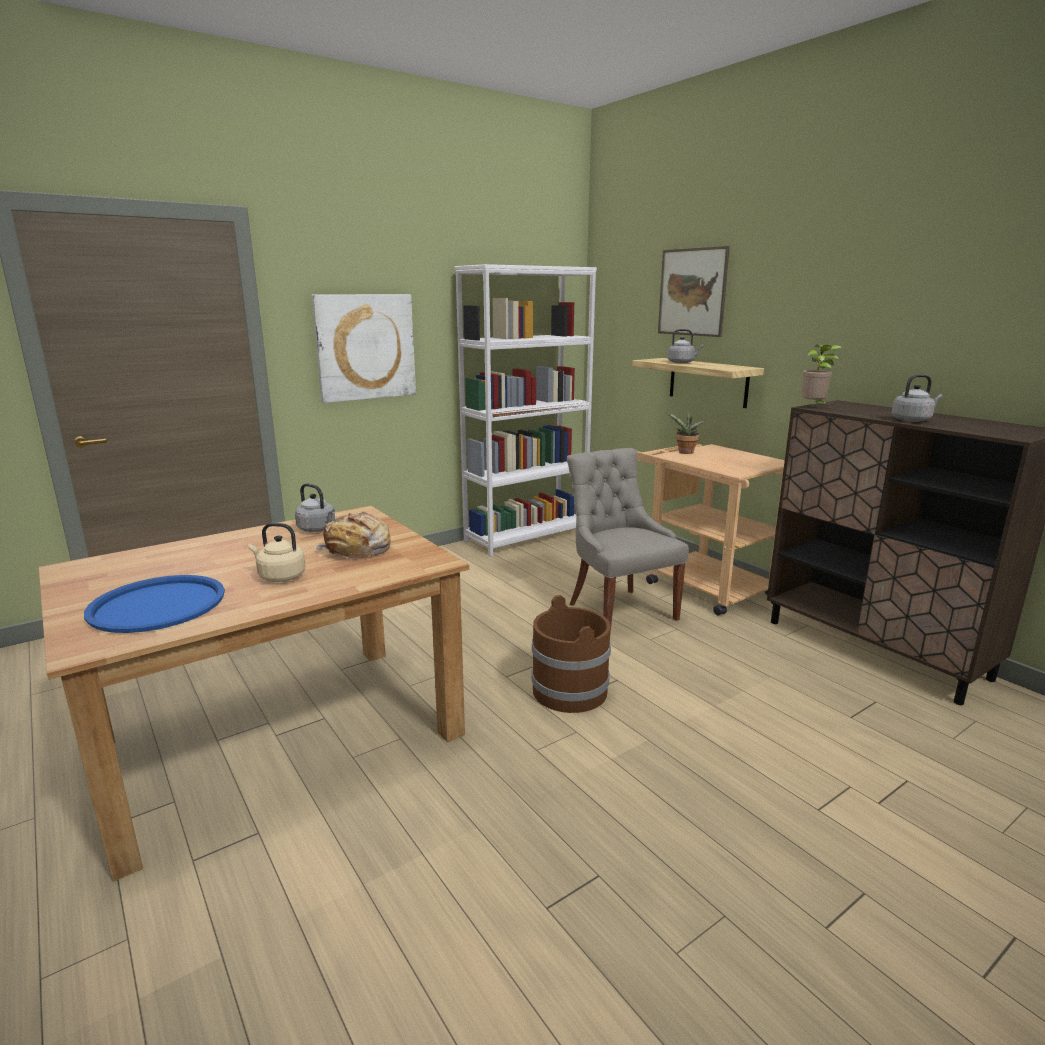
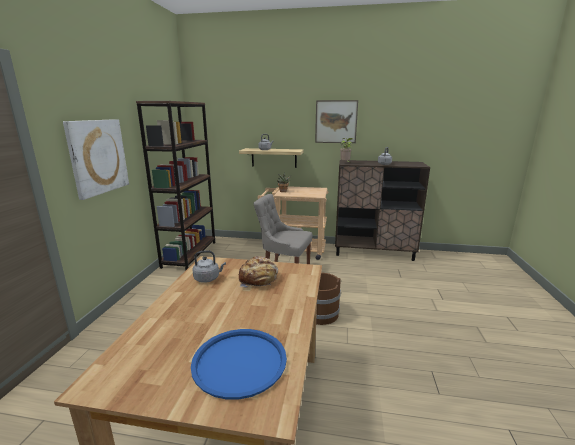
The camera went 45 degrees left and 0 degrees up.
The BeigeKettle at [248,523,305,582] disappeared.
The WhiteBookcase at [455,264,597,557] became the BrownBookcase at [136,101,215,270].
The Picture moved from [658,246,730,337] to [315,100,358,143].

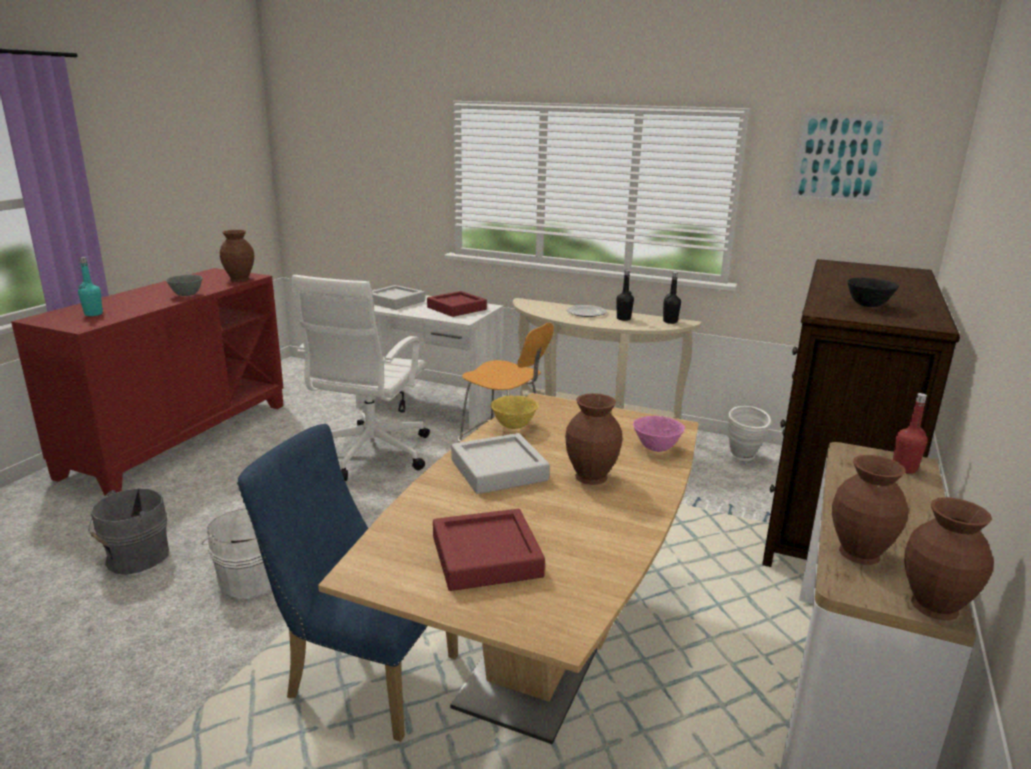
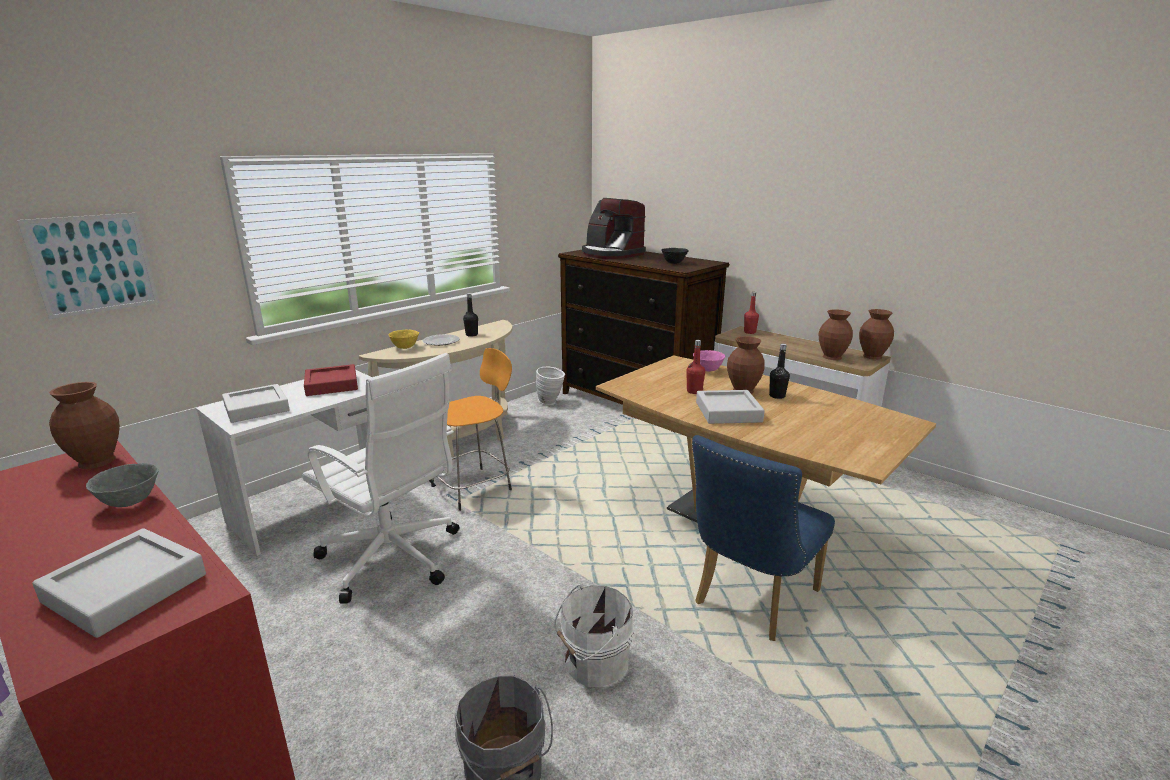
The camera went 70 degrees left and 0 degrees up.
The TurquoiseBottle at [78,257,103,316] was replaced by the GreyTray at [32,528,206,638].
The RedTray at [433,509,545,591] disappeared.
The YellowBowl moved from [491,396,538,429] to [388,330,419,349].
The BlackBottle moved from [663,272,681,324] to [769,344,790,399].
The Picture moved from [789,113,894,205] to [17,213,159,319].
The CoffeeMachine at [582,198,646,259] appeared.
The RedBottle at [686,340,705,394] appeared.

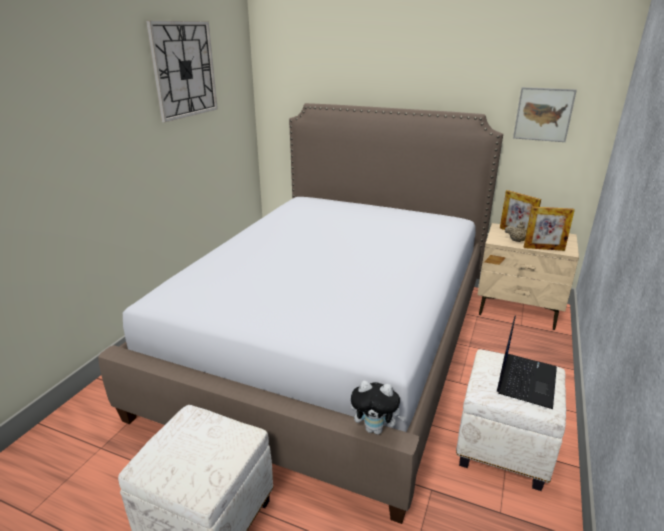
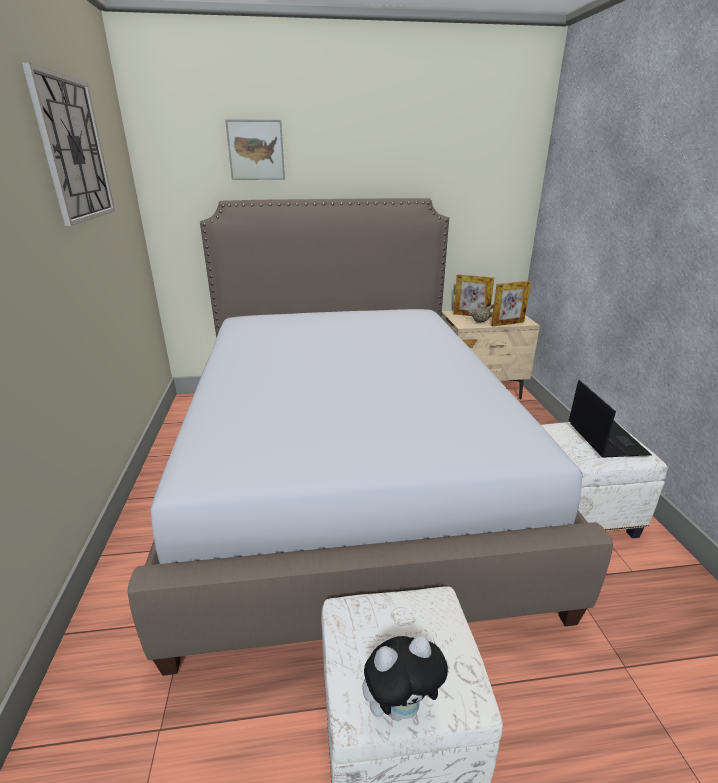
The camera went 30 degrees left and 0 degrees up.
The PlushToy moved from [351,380,406,435] to [362,635,449,721].
The Picture moved from [513,87,577,142] to [225,119,285,180].

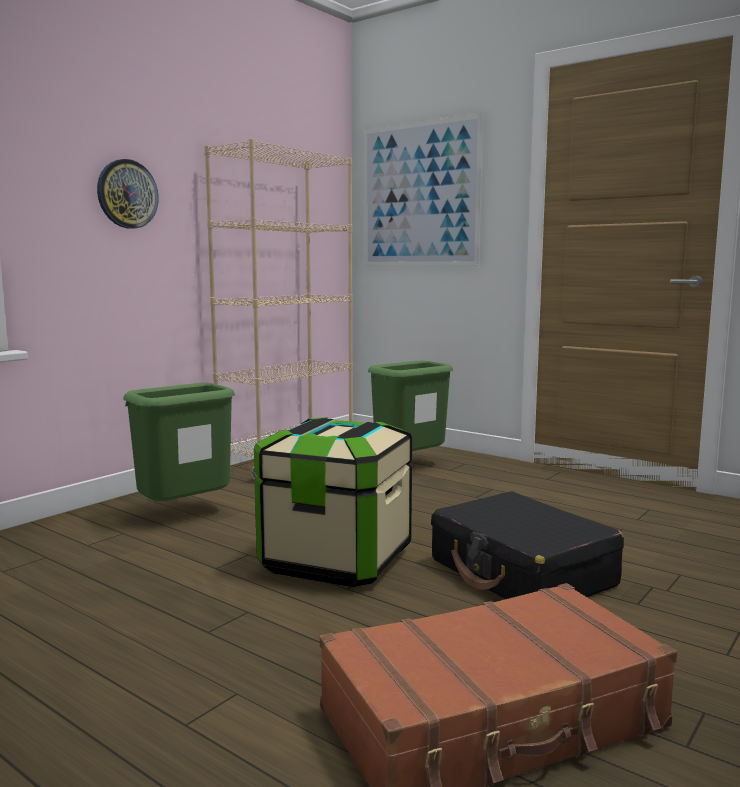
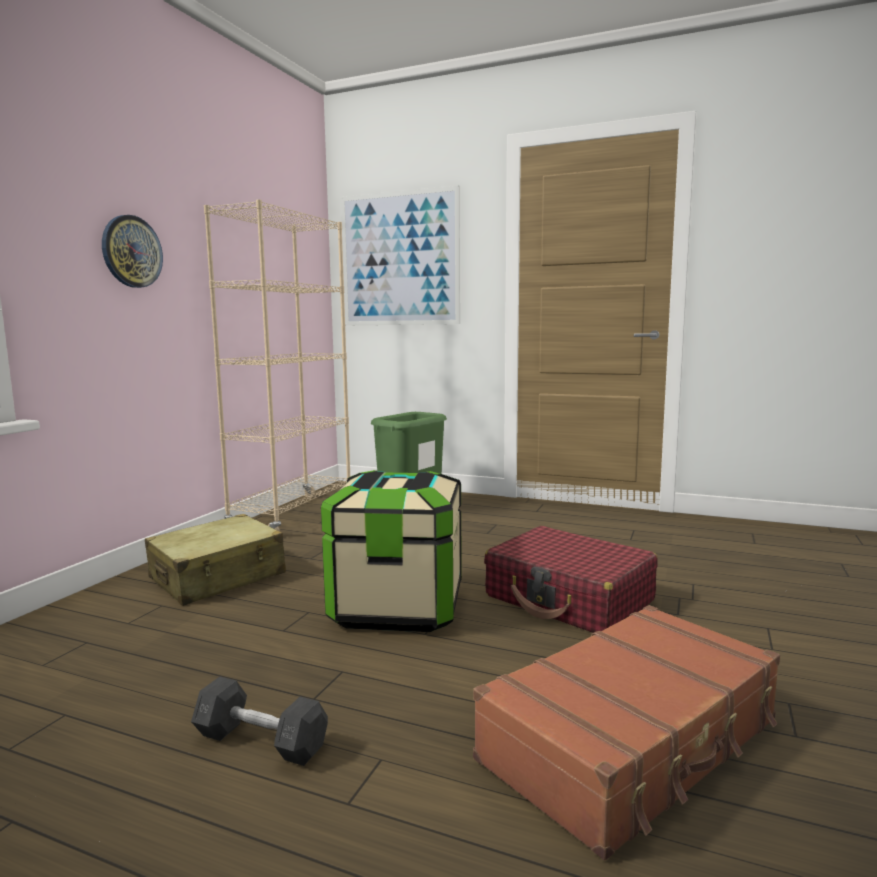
The camera went 15 degrees left and 0 degrees up.
The GreenTrashCan at [123,383,235,501] was replaced by the BeigeSuitcase at [145,514,286,606].
The BlackSuitcase at [431,491,624,599] became the RedSuitcase at [484,526,658,633].
The GreyDumbbell at [191,677,328,766] appeared.

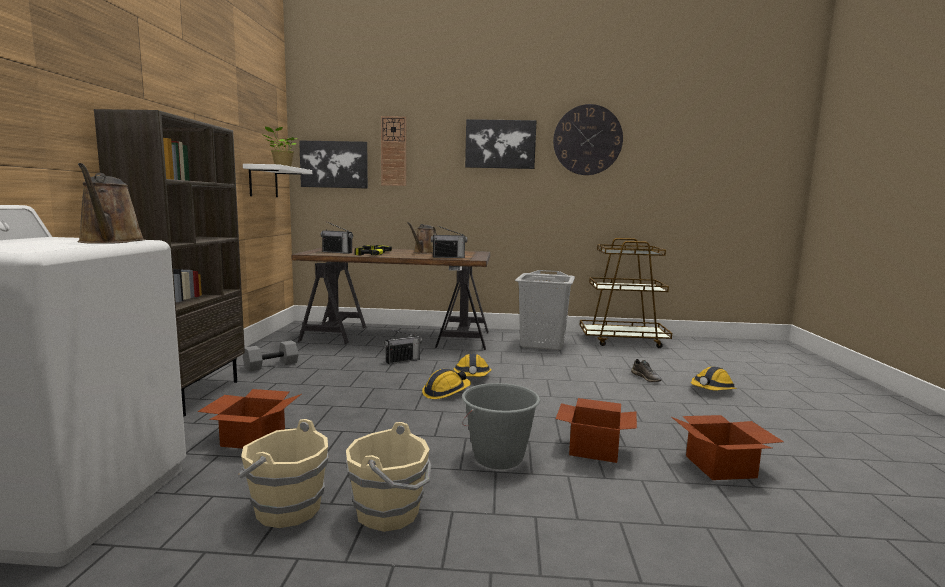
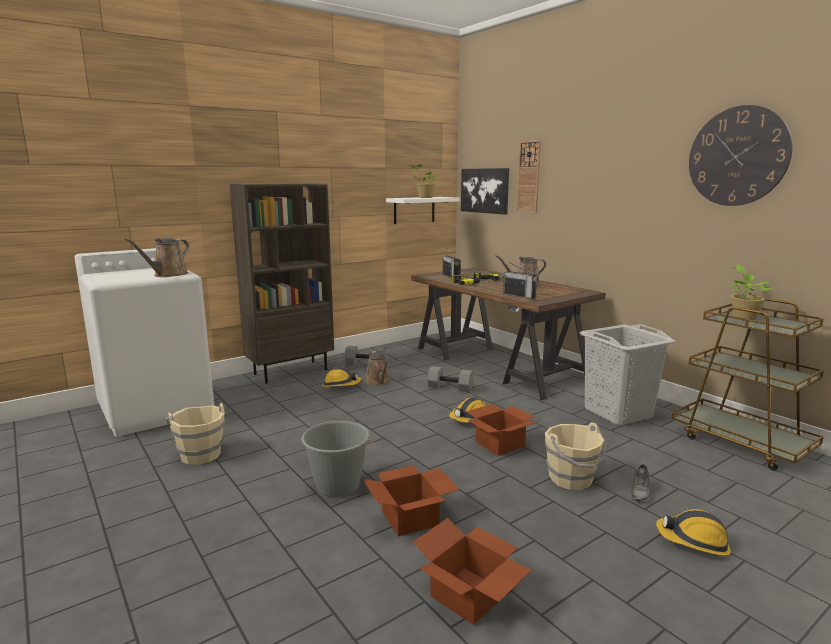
The camera went 50 degrees right and 5 degrees up.
The CardboardBox moved from [197,389,301,449] to [466,404,537,456].
The BeigeBucket moved from [346,422,431,532] to [545,422,607,490].
The Radio at [384,329,422,364] was replaced by the GreyDumbbell at [427,366,473,392].
The HardHat moved from [422,369,471,399] to [322,367,362,387].
The Picture at [465,119,536,169] disappeared.
The BrownWateringCan at [365,351,390,385] appeared.
The PottedPlant at [730,265,771,320] appeared.

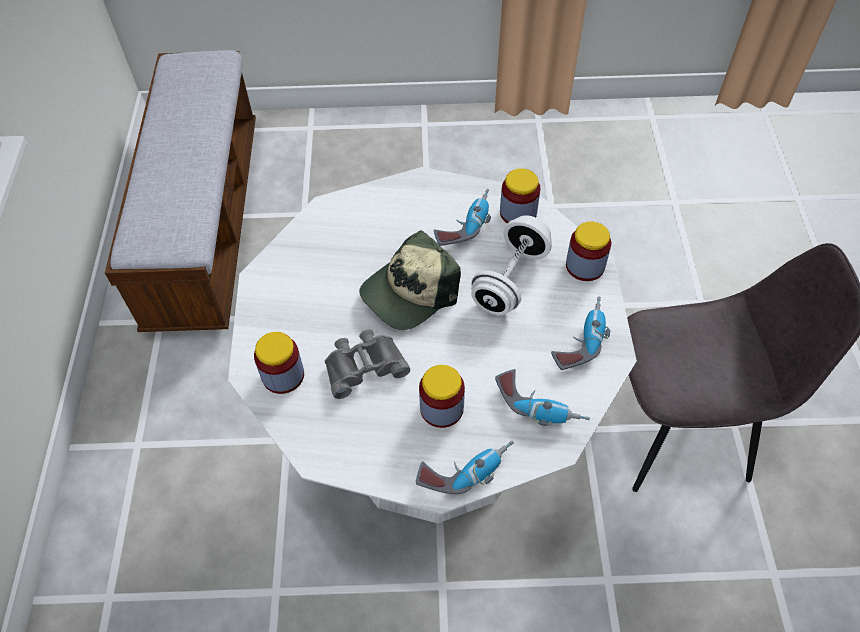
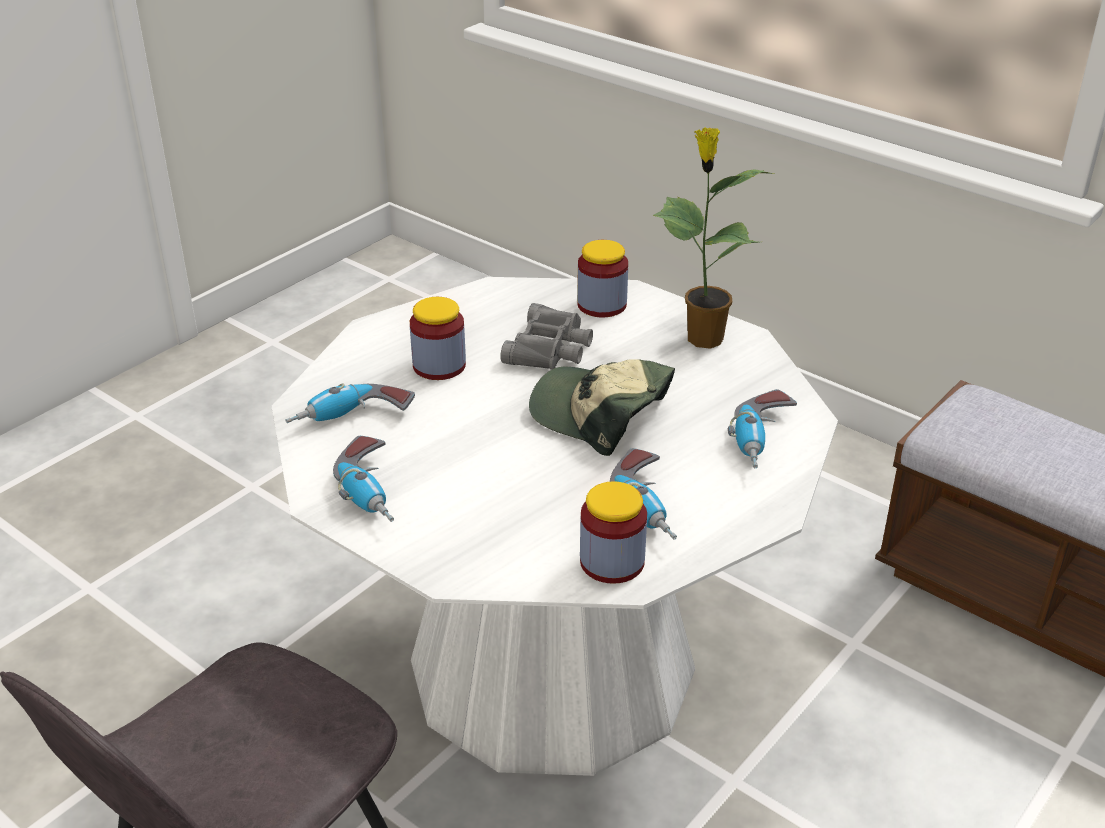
The camera went 130 degrees right and 20 degrees down.
The Cap at [359,230,461,330] turned 60 degrees counterclockwise.
The PowerDrill moved from [416,440,514,494] to [728,389,797,468].
The WhiteDumbbell at [471,215,552,315] disappeared.
The Jar at [566,221,611,281] disappeared.
The PottedPlant at [653,127,775,349] appeared.

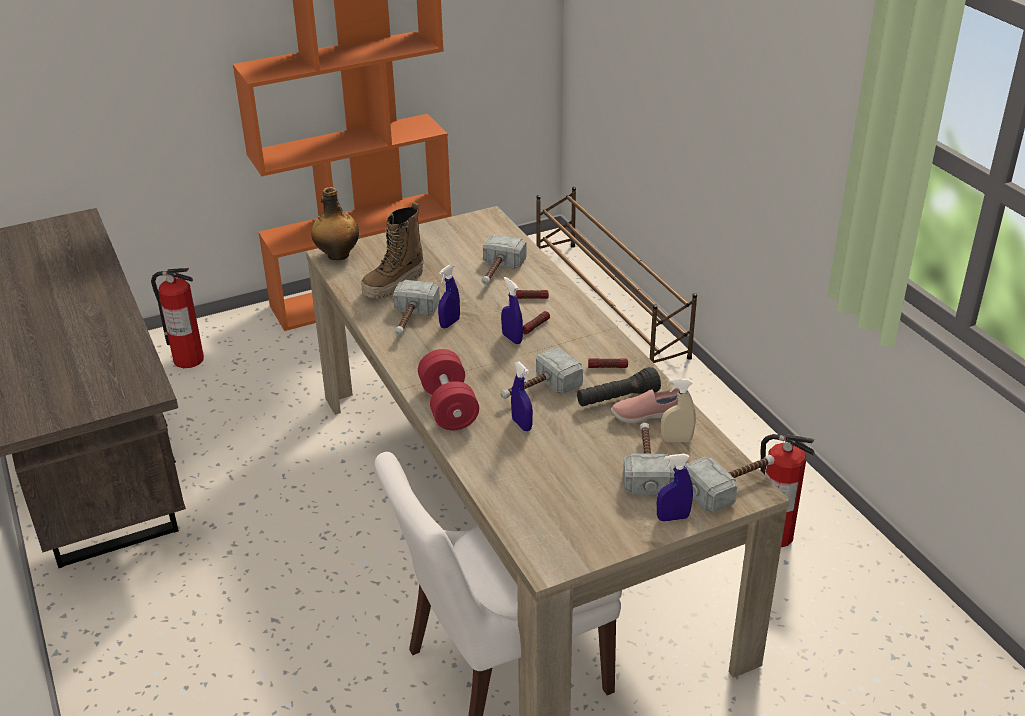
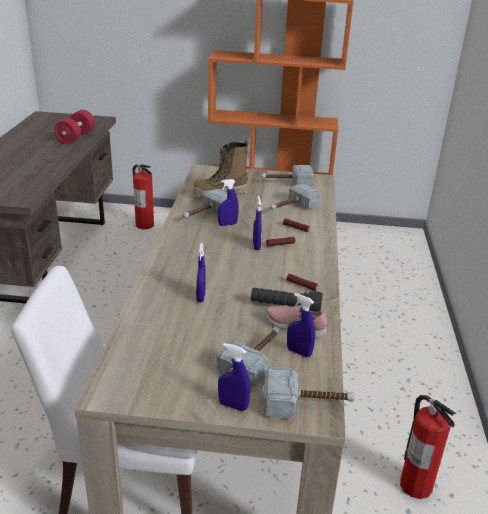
The camera went 30 degrees right and 5 degrees down.
The Bottle at [311,187,359,260] disappeared.
The RedDumbbell moved from [418,349,479,430] to [54,110,95,144].
The Hammer moved from [501,348,583,399] to [261,165,314,187].
The BrownShoeRack at [536,187,697,363] disappeared.
The BeigeSprayBottle at [661,378,696,442] became the BlueSprayBottle at [287,293,315,357].

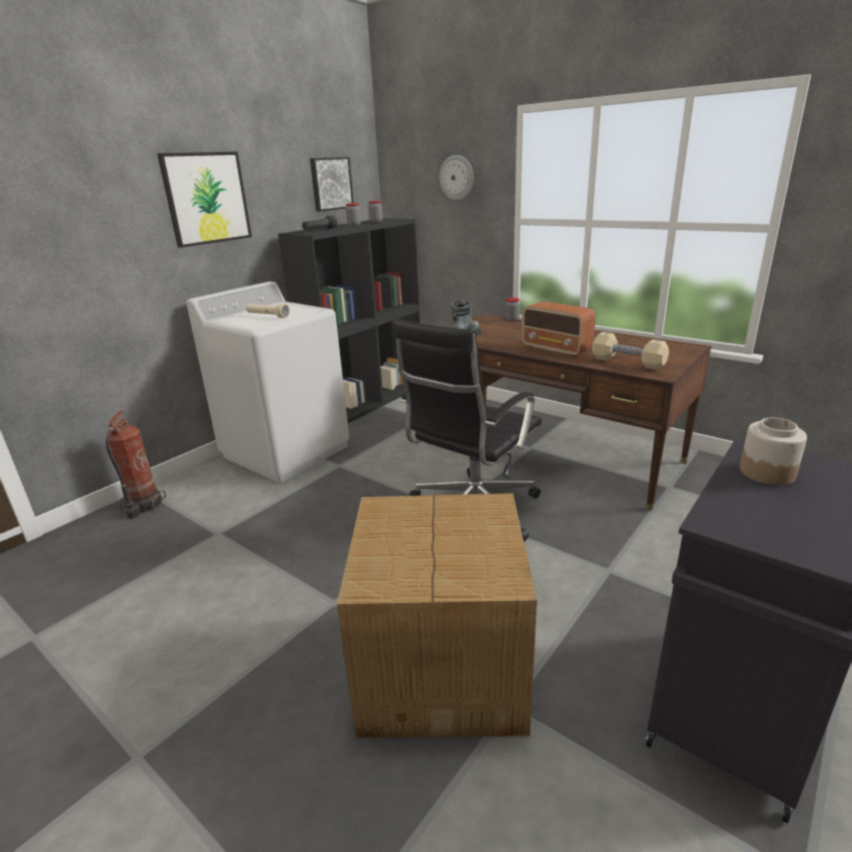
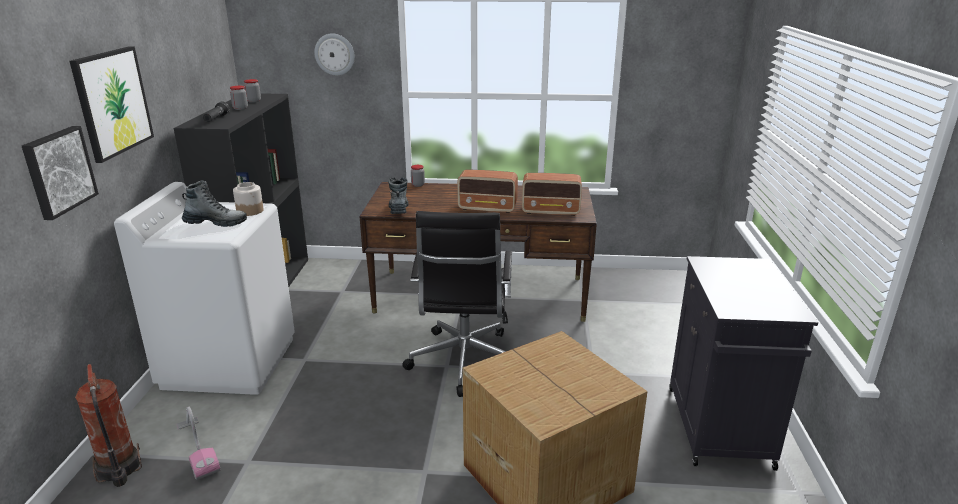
The camera went 35 degrees left and 0 degrees up.
The BeigeFlashlight at [246,303,290,318] was replaced by the Boot at [182,180,247,227].
The Picture moved from [310,157,354,212] to [22,126,99,220].
The BeigeDumbbell at [592,332,669,370] was replaced by the Radio at [522,173,582,216].
The Jar moved from [740,418,807,485] to [233,182,264,216].
The VacuumCleaner at [176,407,221,480] appeared.

